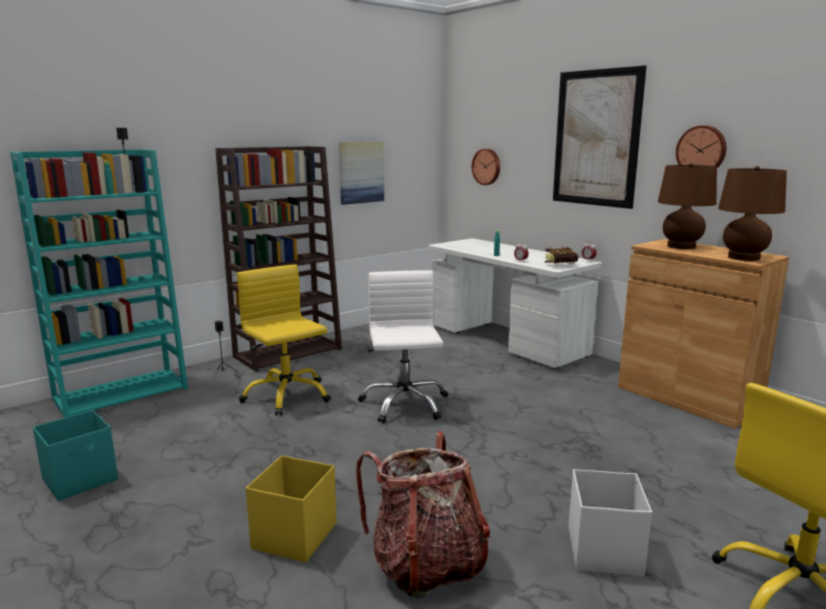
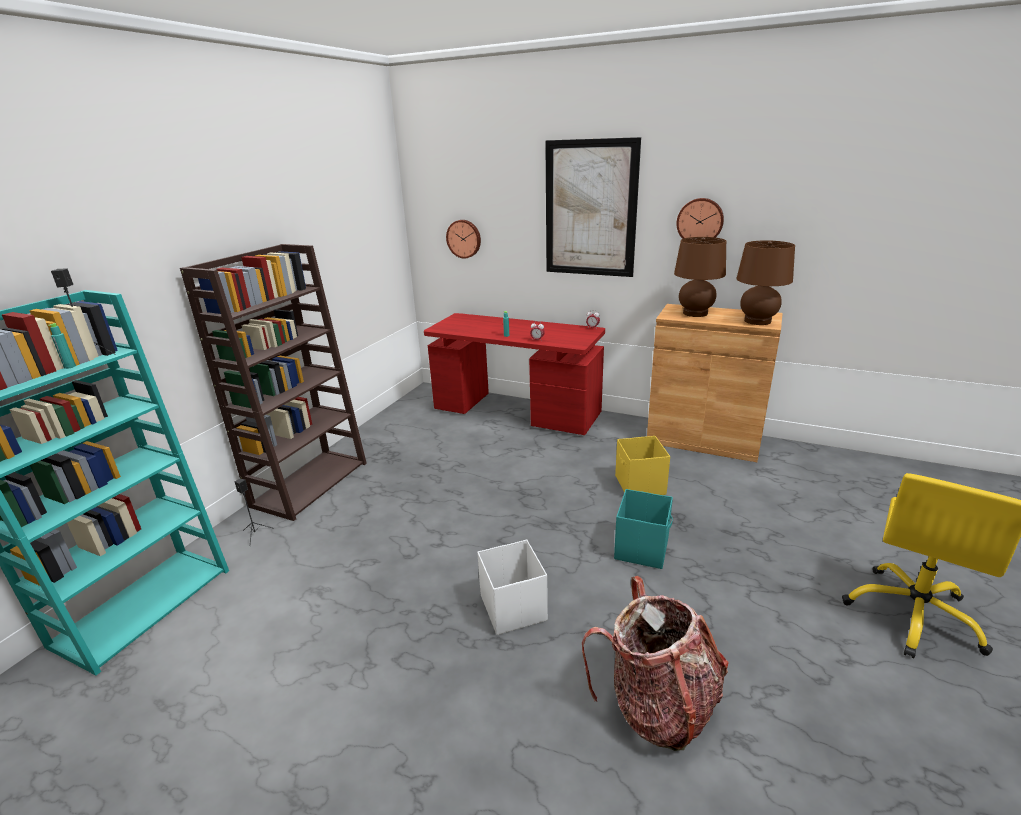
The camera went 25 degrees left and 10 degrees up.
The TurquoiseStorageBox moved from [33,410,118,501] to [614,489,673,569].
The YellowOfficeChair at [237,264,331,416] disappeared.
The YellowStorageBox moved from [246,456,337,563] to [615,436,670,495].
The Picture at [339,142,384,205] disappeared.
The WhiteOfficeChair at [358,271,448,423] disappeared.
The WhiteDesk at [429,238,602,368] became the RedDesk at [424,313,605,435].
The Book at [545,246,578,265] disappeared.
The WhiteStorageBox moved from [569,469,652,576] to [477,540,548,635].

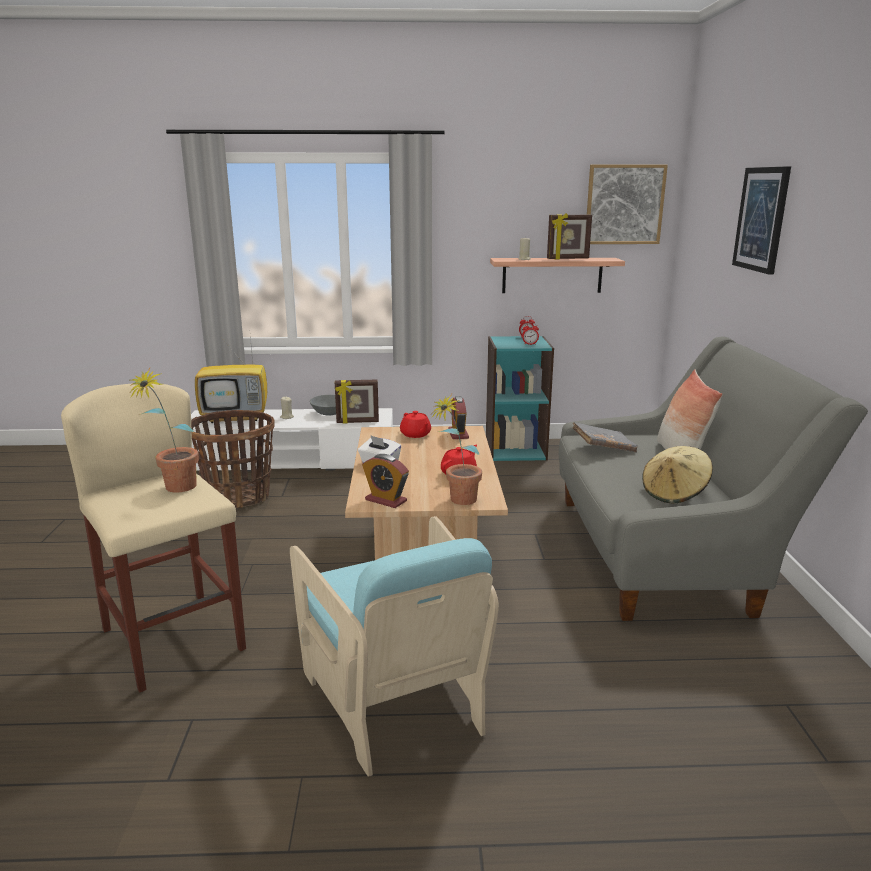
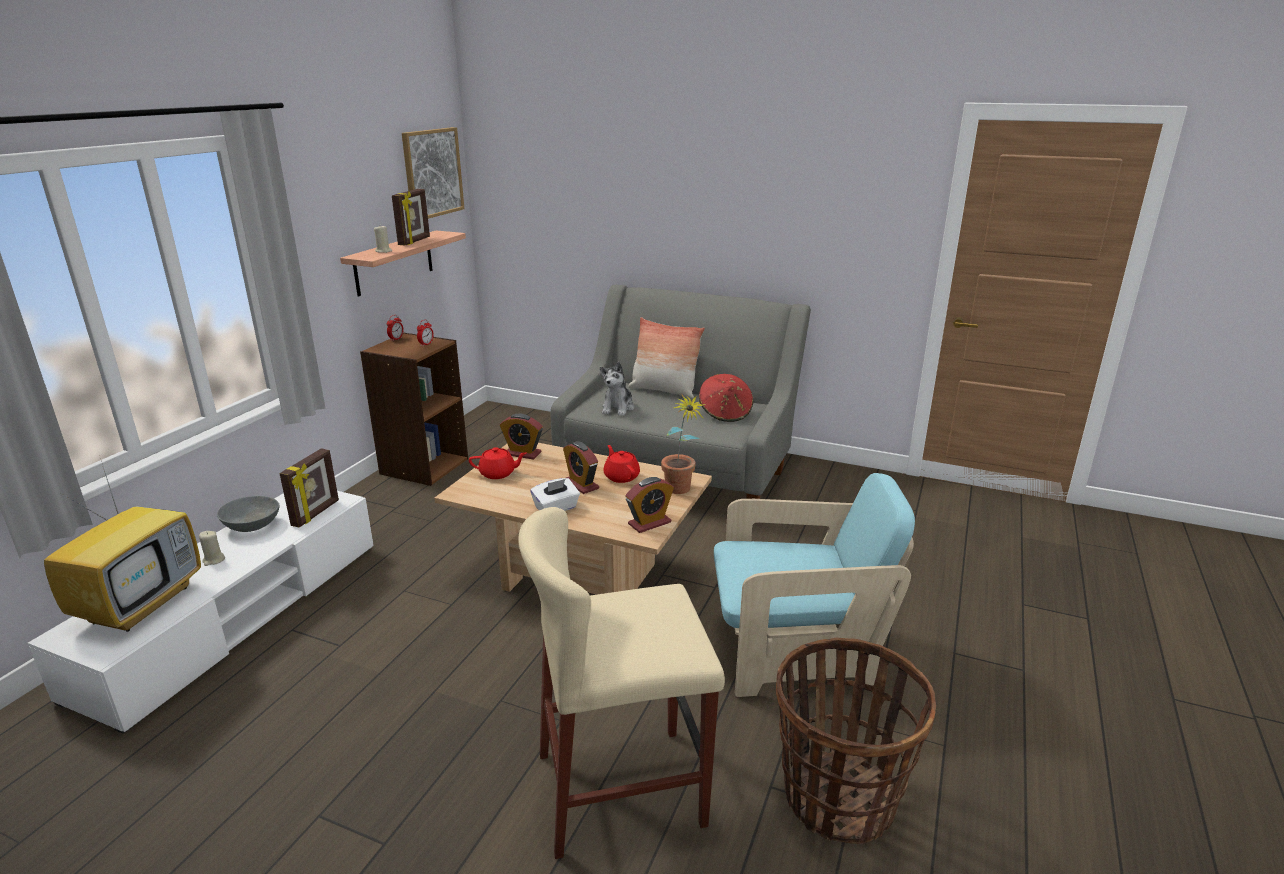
The camera went 65 degrees left and 5 degrees up.
The PottedPlant at [129,368,199,493] disappeared.
The Basket moved from [191,410,274,508] to [776,637,936,844].
The TurquoiseBookcase at [486,336,554,461] became the BrownBookcase at [360,333,468,486].
The GreyBook at [572,422,638,452] was replaced by the PlushToy at [600,362,634,416].
The BeigeHat at [642,446,713,504] became the RedHat at [699,374,753,422].
The Picture at [732,166,791,275] disappeared.
The AlarmClock at [563,441,599,494] appeared.

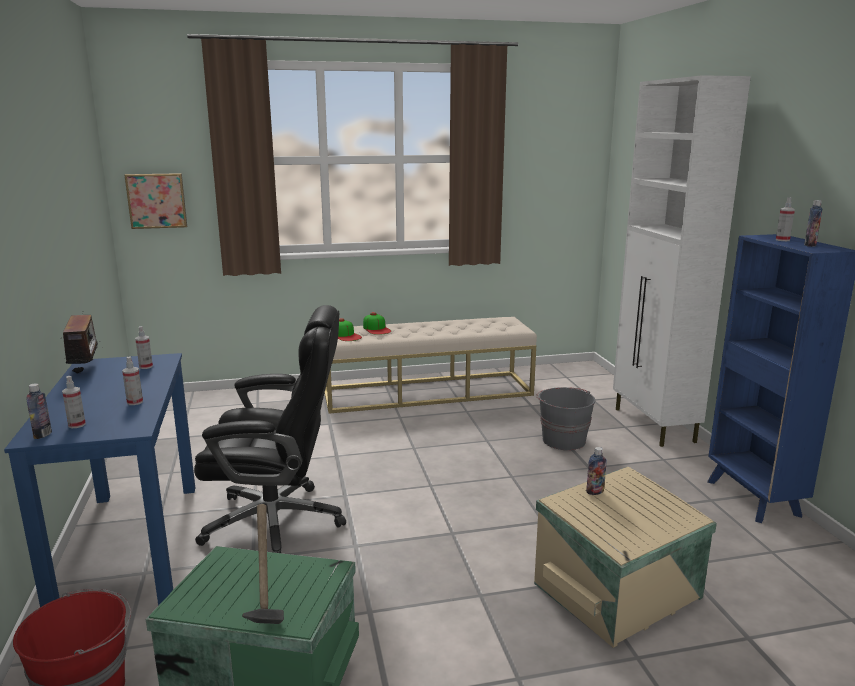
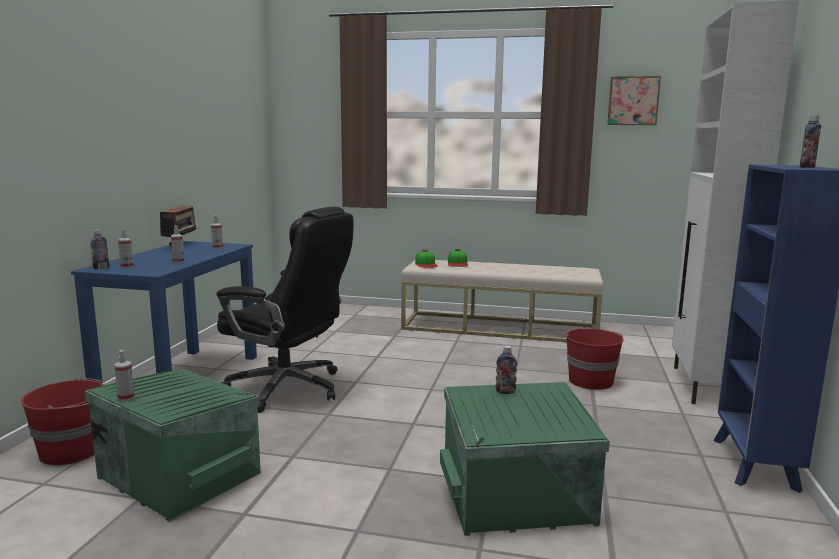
The camera went 25 degrees right and 5 degrees down.
The Picture moved from [124,173,187,229] to [607,76,661,125].
The Hammer at [242,504,284,624] disappeared.
The BeigeStorageBox at [534,467,717,648] became the GreenStorageBox at [440,382,610,536].
The GreyBucket at [536,387,595,451] became the RedBucket at [564,328,624,390].
The SprayBottle moved from [776,197,795,241] to [114,350,135,401].

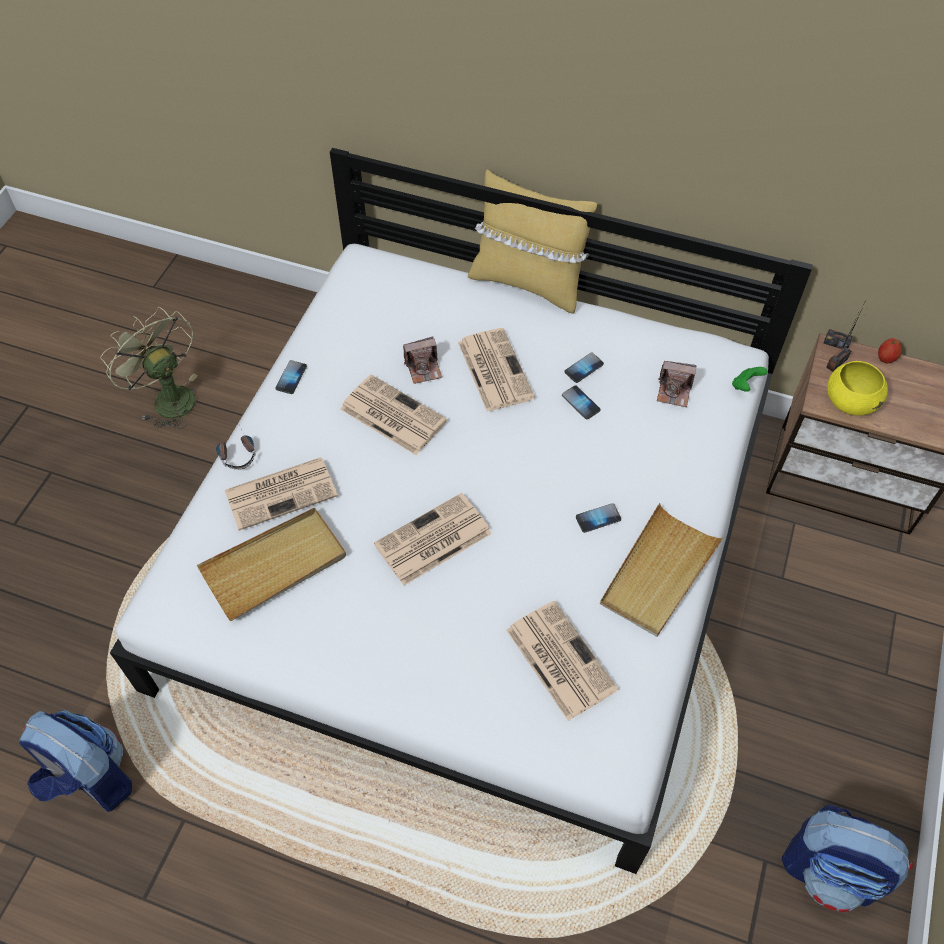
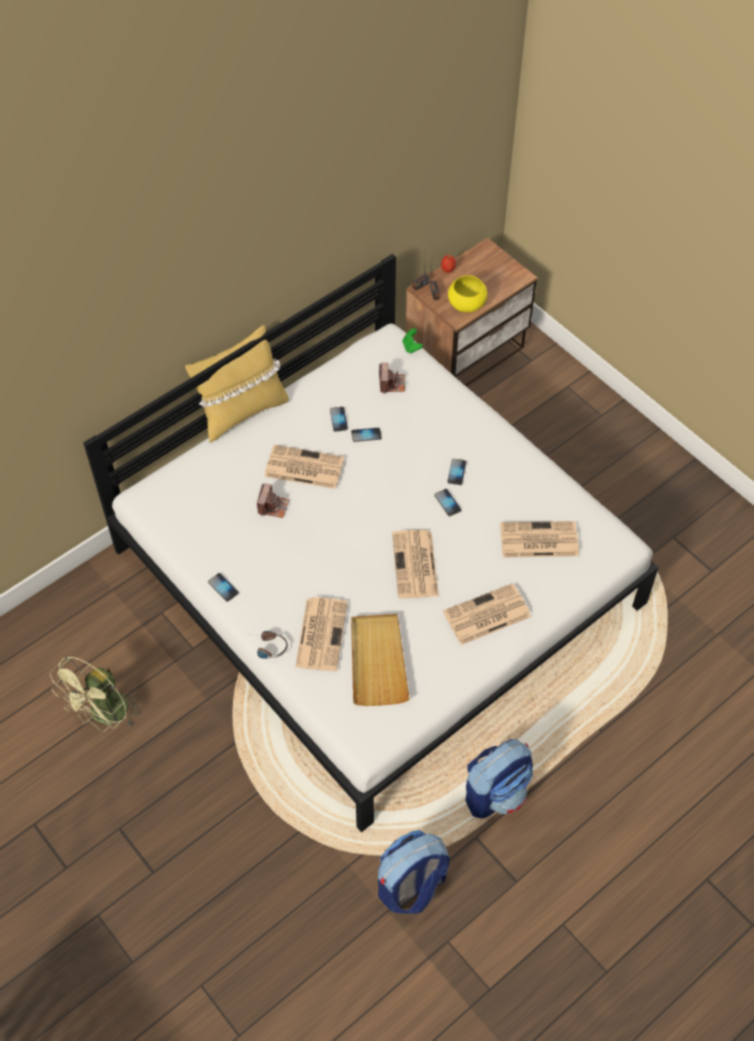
The camera went 60 degrees left and 0 degrees up.
The GreenFan at [100,307,198,429] turned 45 degrees counterclockwise.
The Newspaper moved from [340,375,447,455] to [443,583,531,645].
The BeigeTray at [600,503,724,637] disappeared.
The PhotoCamera at [657,361,696,407] turned 45 degrees counterclockwise.
The Backpack moved from [782,805,913,912] to [465,739,533,819].
The Phone at [434,489,461,516] appeared.

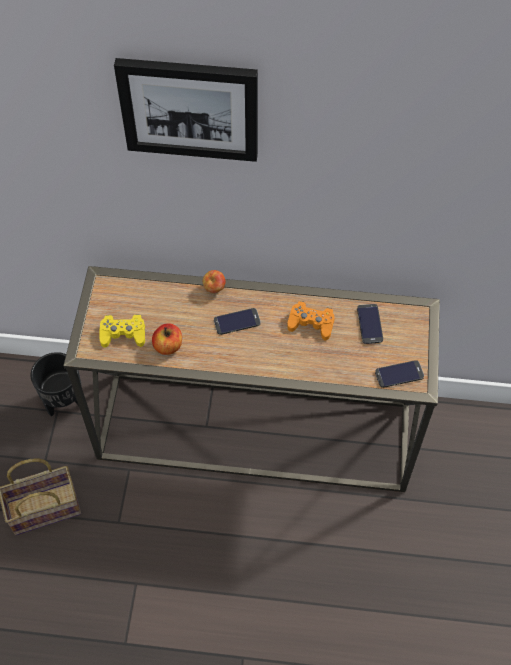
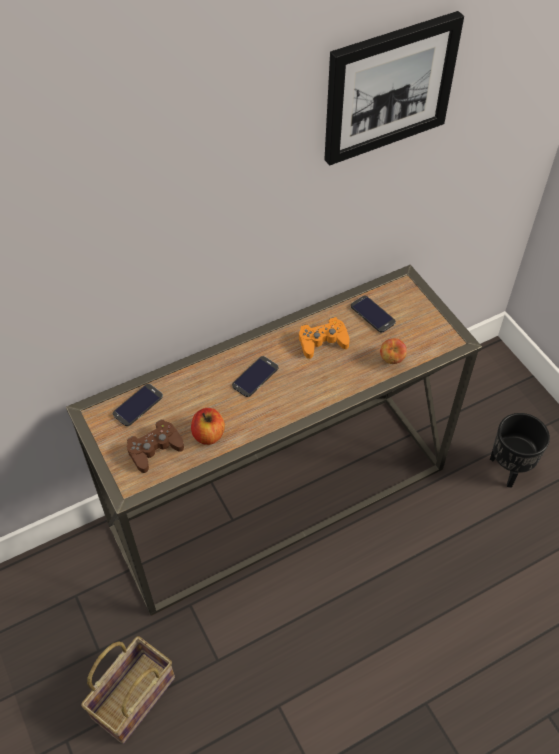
The camera went 35 degrees left and 5 degrees down.
The BlackPlanter moved from [30,352,82,417] to [490,413,550,488].
The YellowGameController at [99,314,145,348] became the BrownGameController at [127,420,184,473].
The Picture moved from [114,58,258,162] to [324,11,464,166].
The Apple moved from [203,270,226,293] to [380,338,407,364].
The Phone moved from [375,360,424,388] to [113,384,163,426].

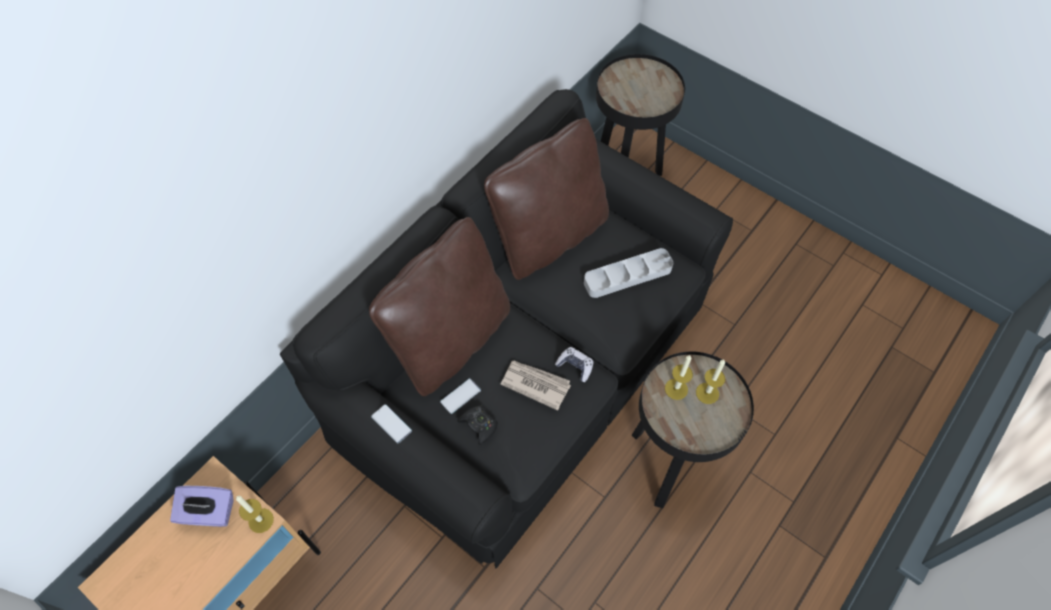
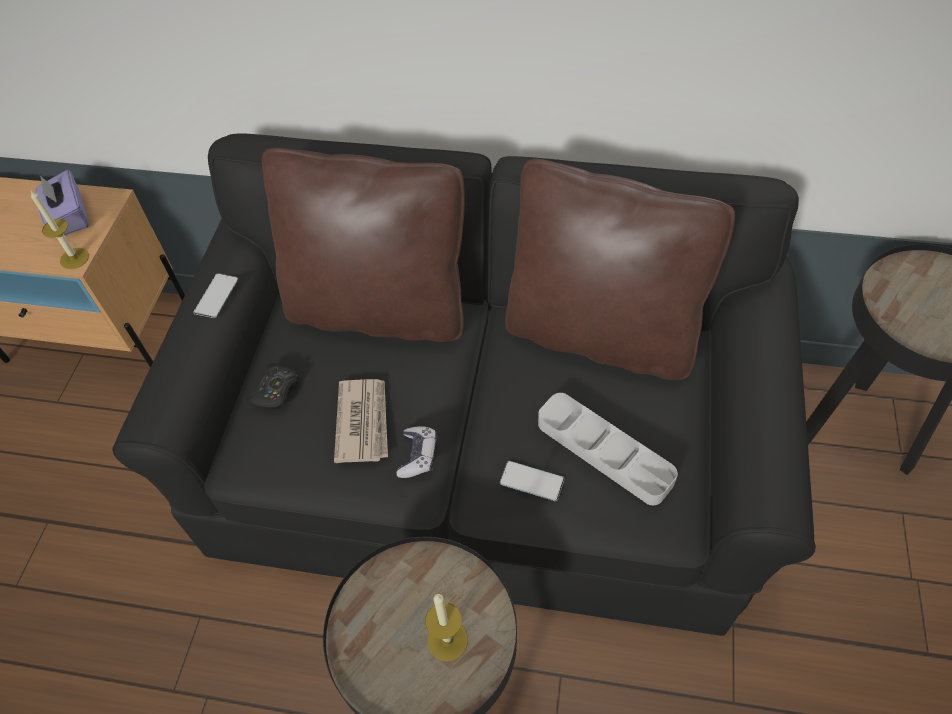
The camera went 65 degrees right and 5 degrees down.
The Phone moved from [440,378,481,414] to [500,461,565,501].
The Candle at [665,355,693,400] disappeared.

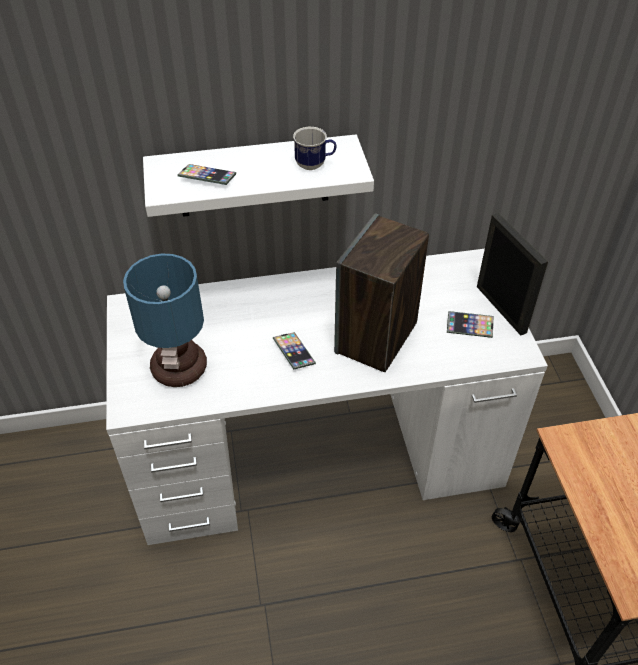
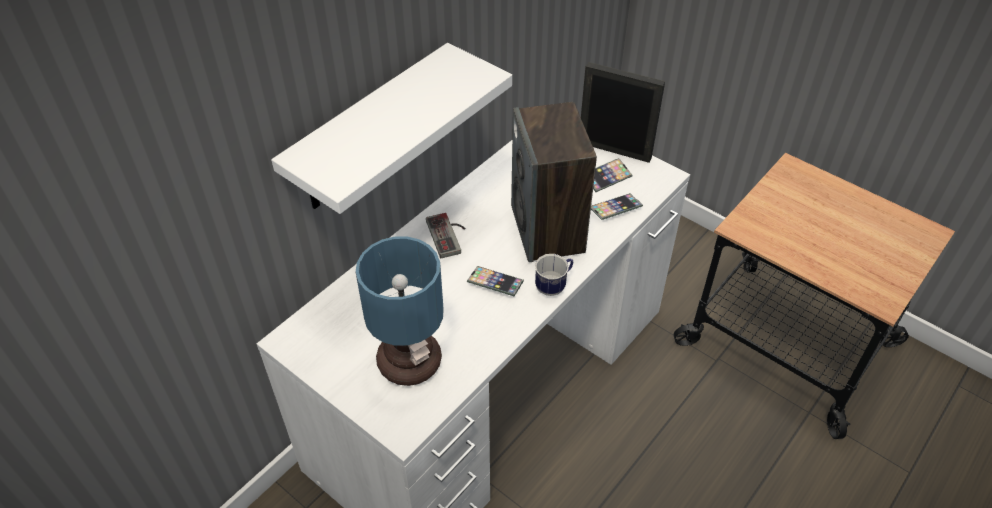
The camera went 40 degrees left and 0 degrees up.
The Phone moved from [178,164,236,185] to [591,193,643,220].
The Mug moved from [293,127,337,170] to [535,254,573,296].
The GameController at [426,213,466,258] appeared.

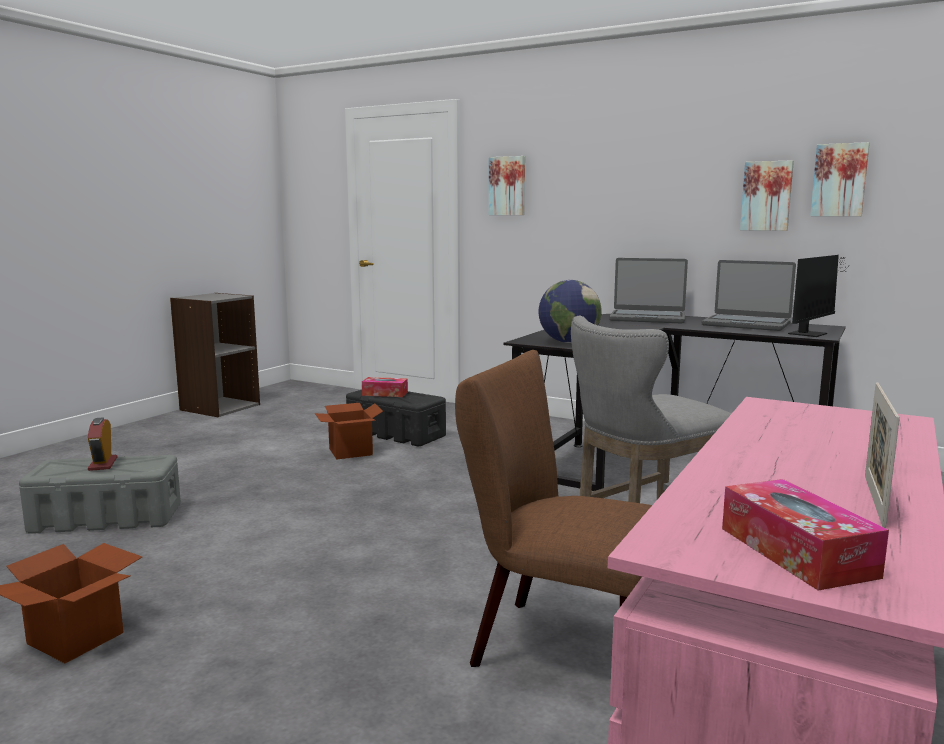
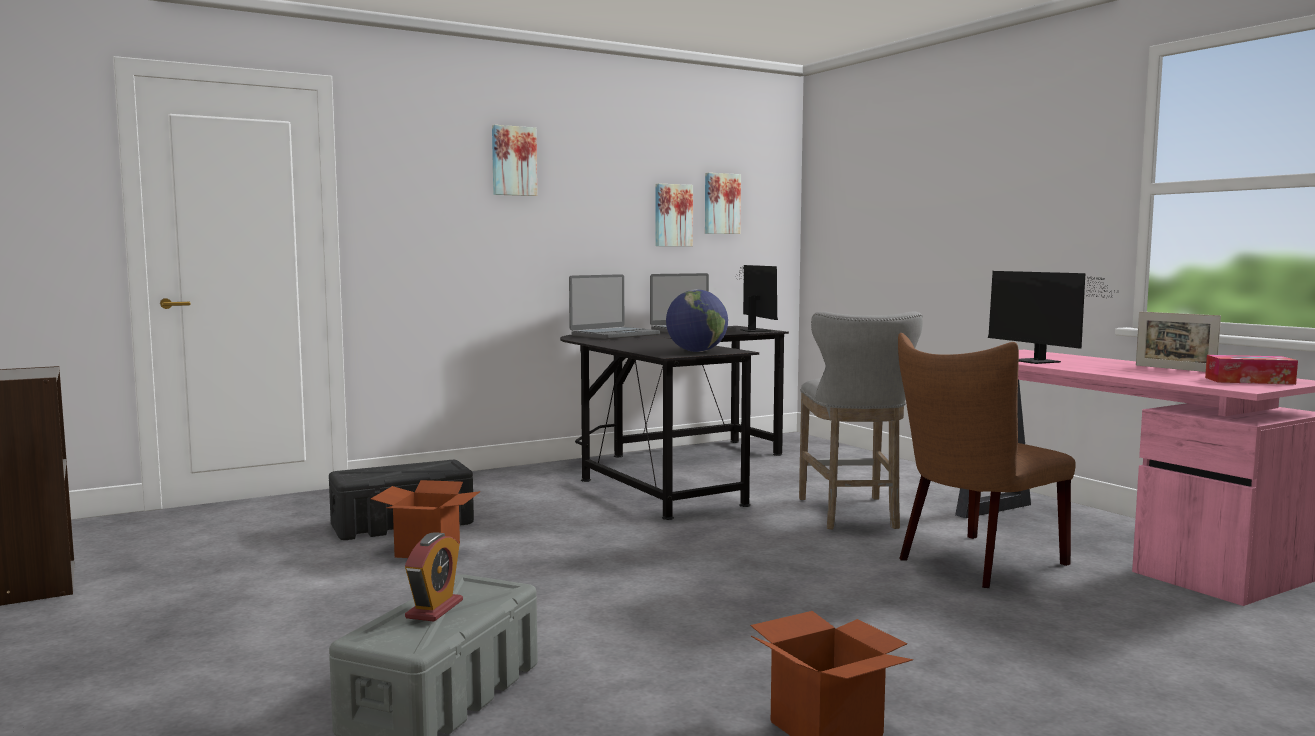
The camera went 60 degrees left and 5 degrees down.
The AlarmClock at [88,418,117,471] turned 90 degrees counterclockwise.
The TissueBox at [362,377,408,397] disappeared.
The Picture moved from [489,156,525,215] to [492,125,537,196].
The Monitor at [988,271,1118,364] appeared.

